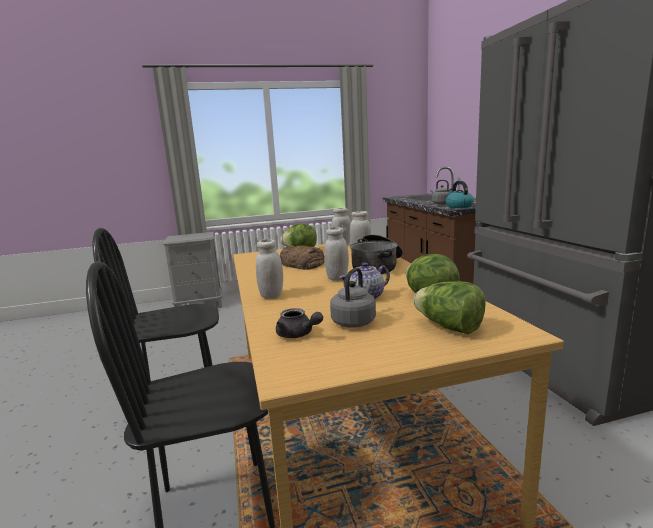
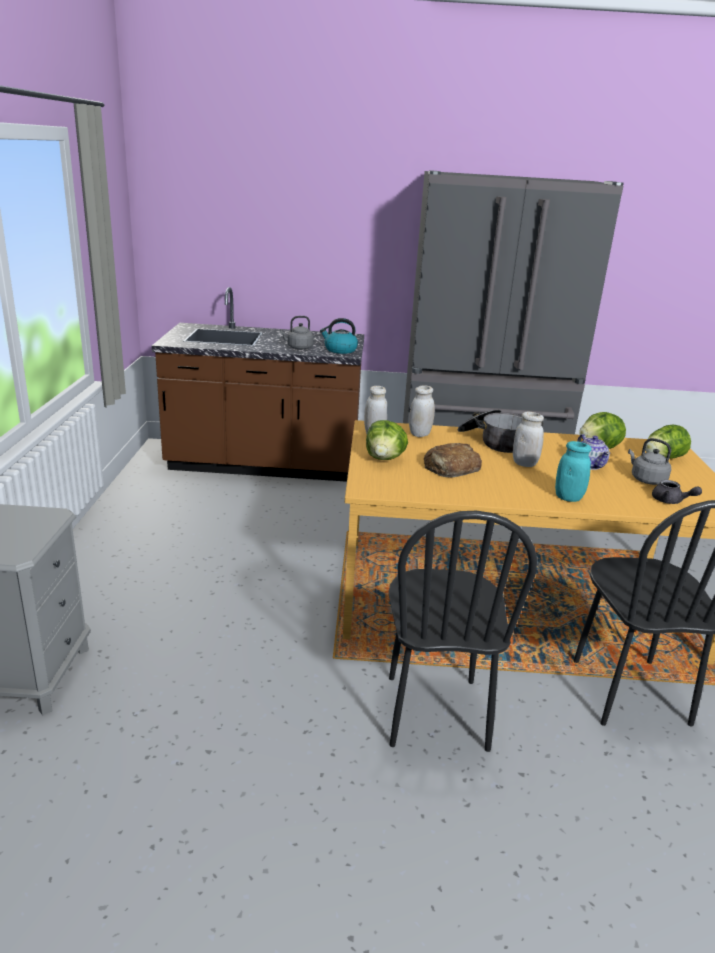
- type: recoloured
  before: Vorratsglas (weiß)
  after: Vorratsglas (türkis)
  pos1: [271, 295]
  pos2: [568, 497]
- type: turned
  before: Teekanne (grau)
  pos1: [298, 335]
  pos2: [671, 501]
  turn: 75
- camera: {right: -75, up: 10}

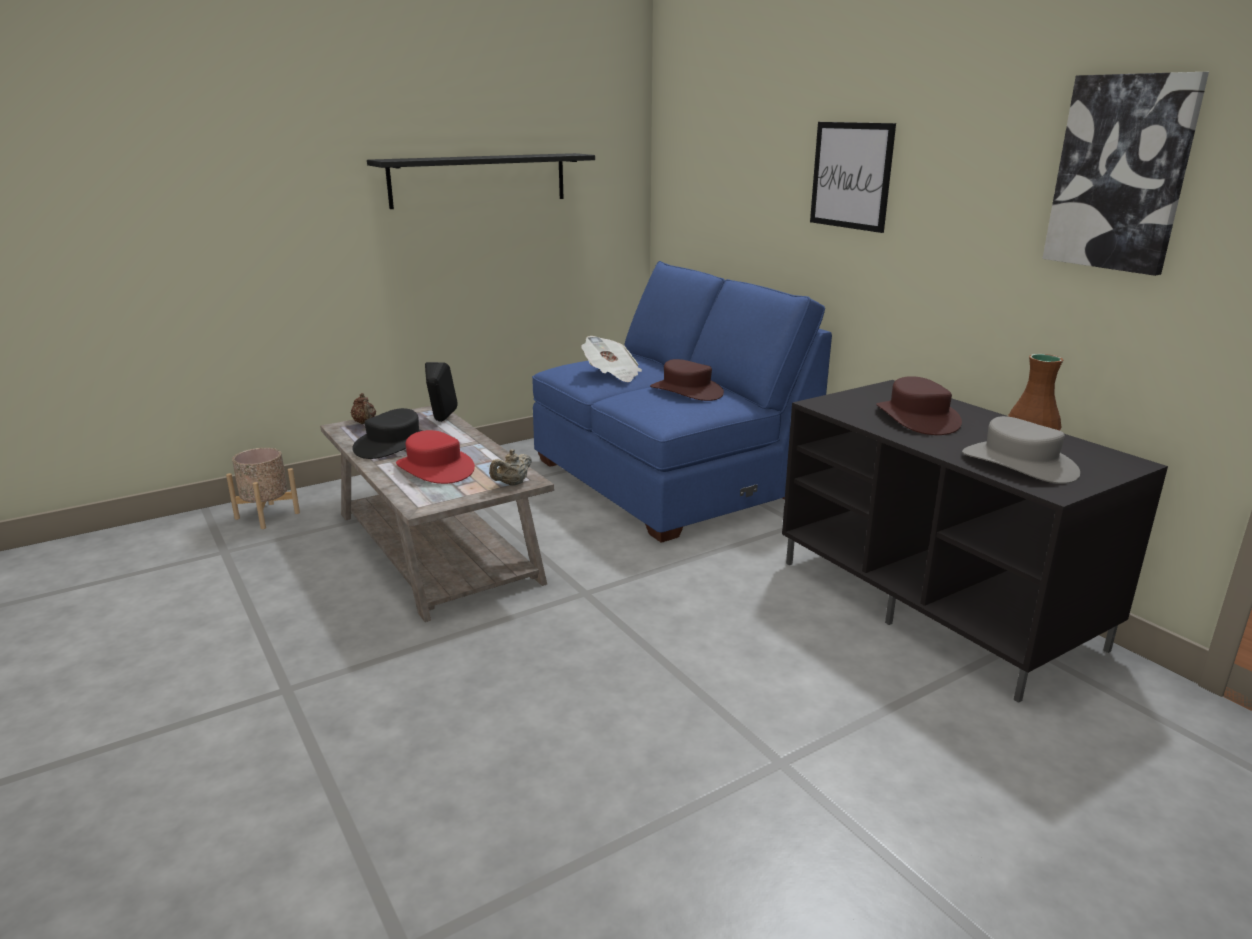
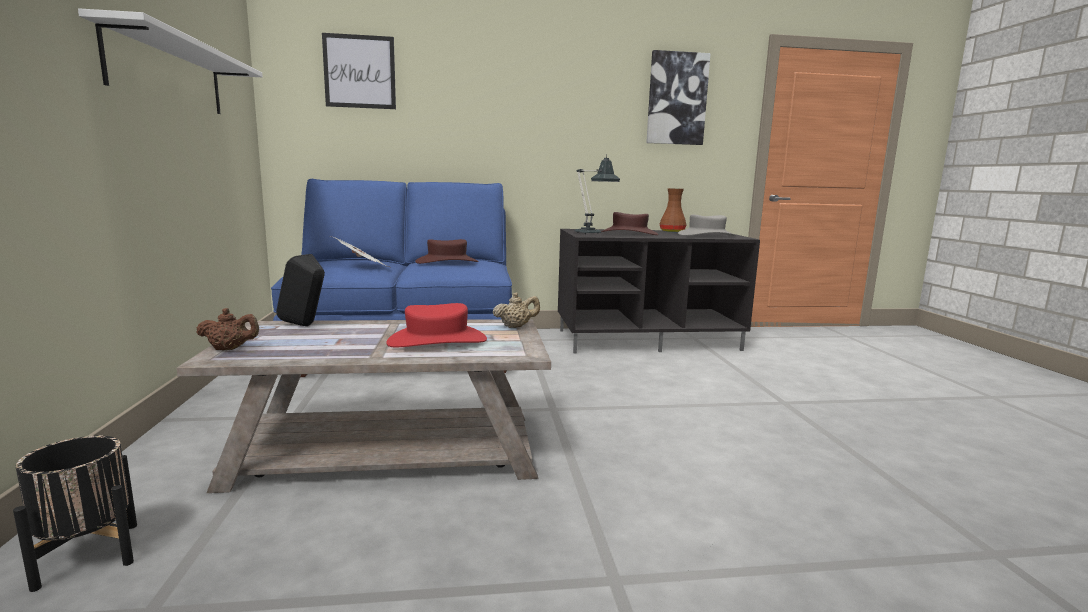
- type: recoloured
  before: Pflanzkübel (beige)
  after: Pflanzkübel (schwarz)
  pos1: [267, 515]
  pos2: [87, 555]
- type: recoloured
  before: Wandregal (schwarz)
  after: Wandregal (weiß)
  pos1: [479, 180]
  pos2: [168, 74]
- type: moved
  before: Bild
  pos1: [851, 176]
  pos2: [359, 72]
- type: turned
  before: Teekanne (beige)
  pos1: [512, 484]
  pos2: [516, 326]
  turn: -90
- type: added
  after: Tischlampe
  pos2: [591, 233]
- type: removed
  before: Hut (schwarz)
  pos1: [394, 444]
- camera: {right: -65, up: -10}

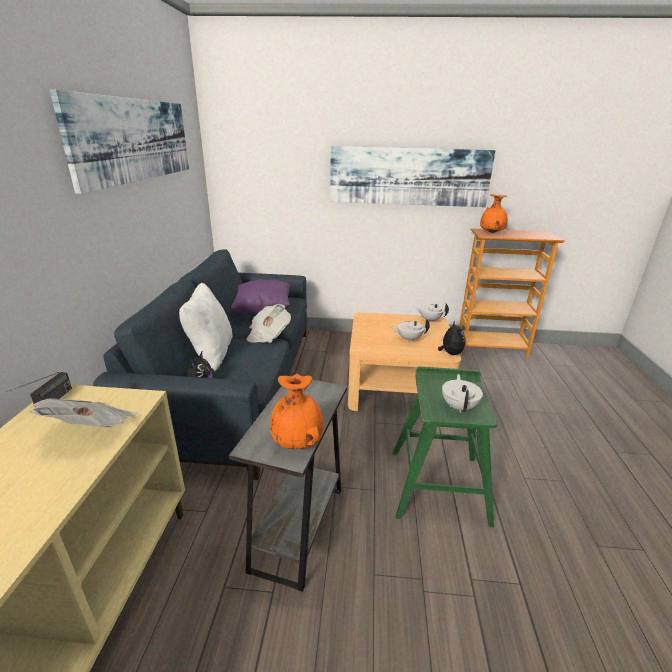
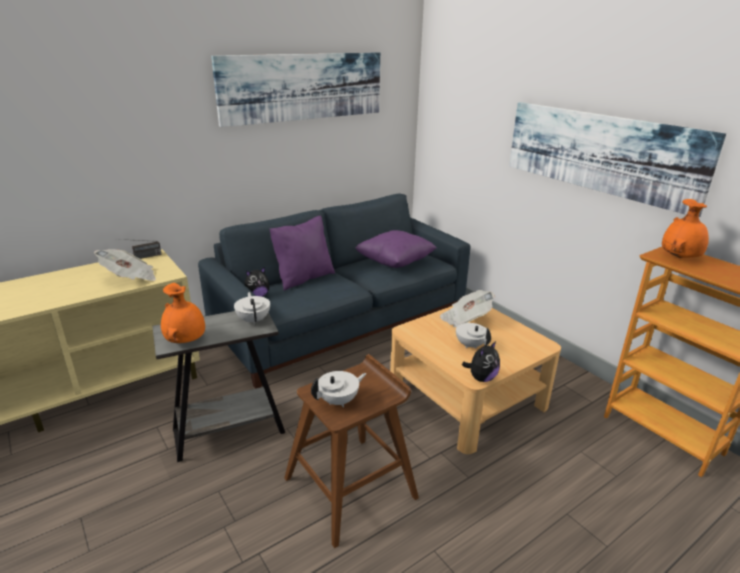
- type: moved
  before: Teekanne (weiß)
  pos1: [429, 320]
  pos2: [254, 320]
- type: recoloured
  before: Kissen (weiß)
  after: Kissen (lila)
  pos1: [211, 353]
  pos2: [303, 278]
- type: recoloured
  before: Hocker (grün)
  after: Hocker (braun)
  pos1: [438, 485]
  pos2: [351, 487]
- type: moved
  before: Zeitung
  pos1: [268, 335]
  pos2: [465, 320]
- camera: {right: 50, up: 0}

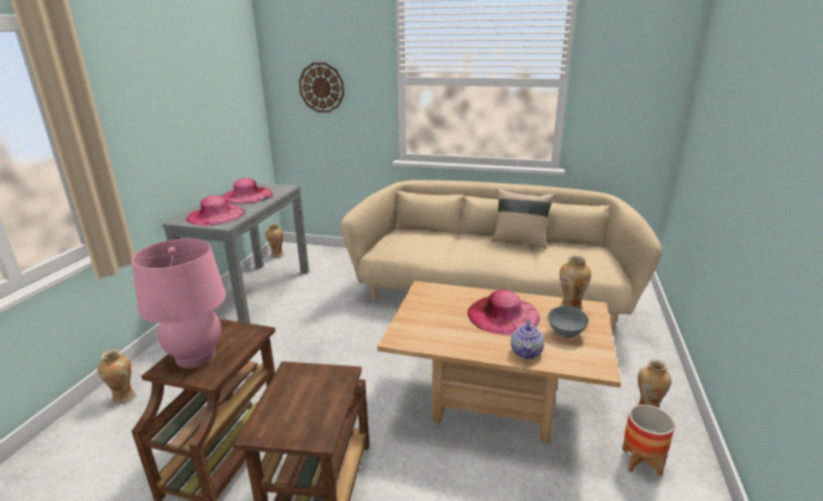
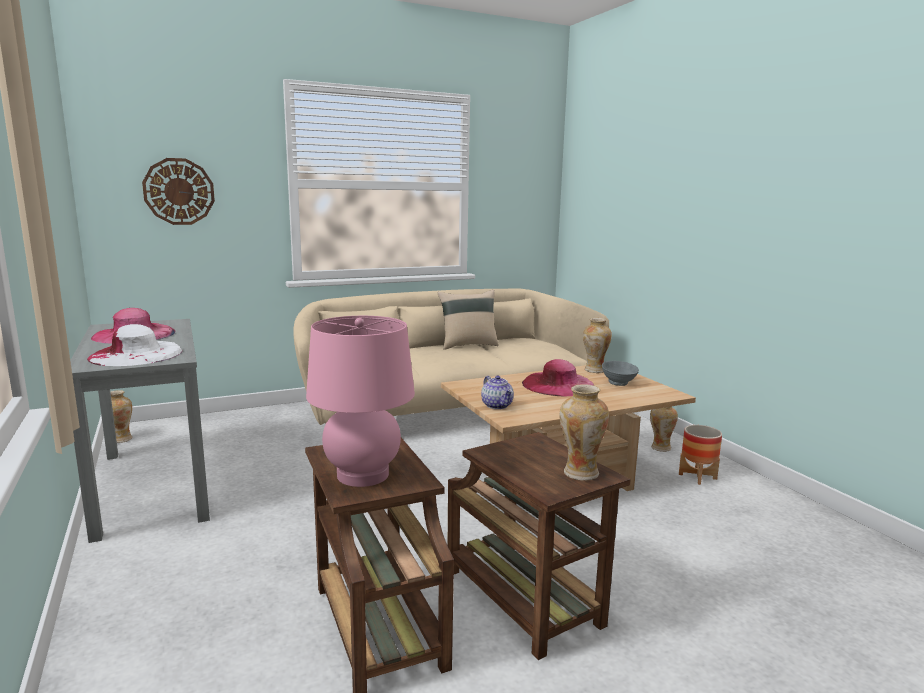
- type: recoloured
  before: Hut (rosa)
  after: Hut (weiß)
  pos1: [216, 215]
  pos2: [136, 354]
- type: moved
  before: Teekanne
  pos1: [526, 352]
  pos2: [497, 405]
- type: moved
  before: Vase
  pos1: [124, 397]
  pos2: [579, 473]
- camera: {right: -40, up: -10}

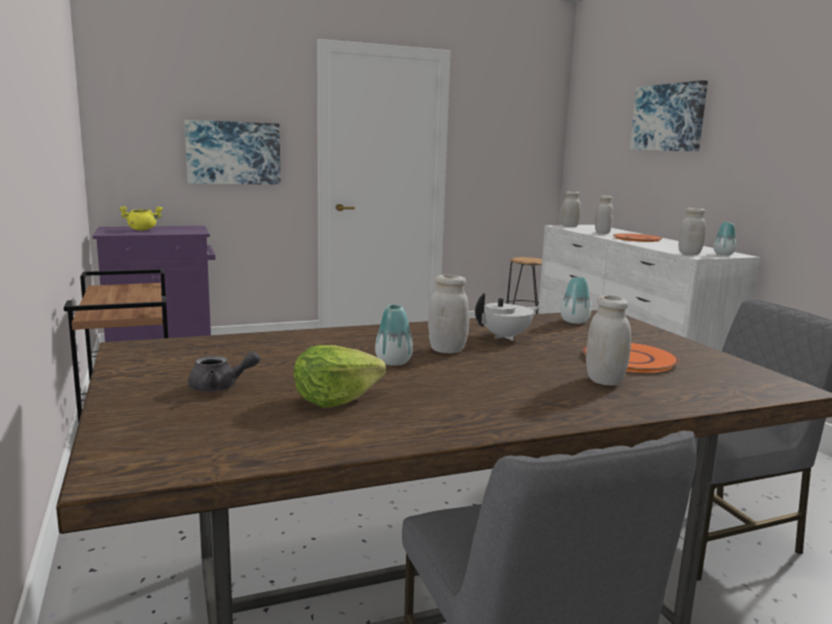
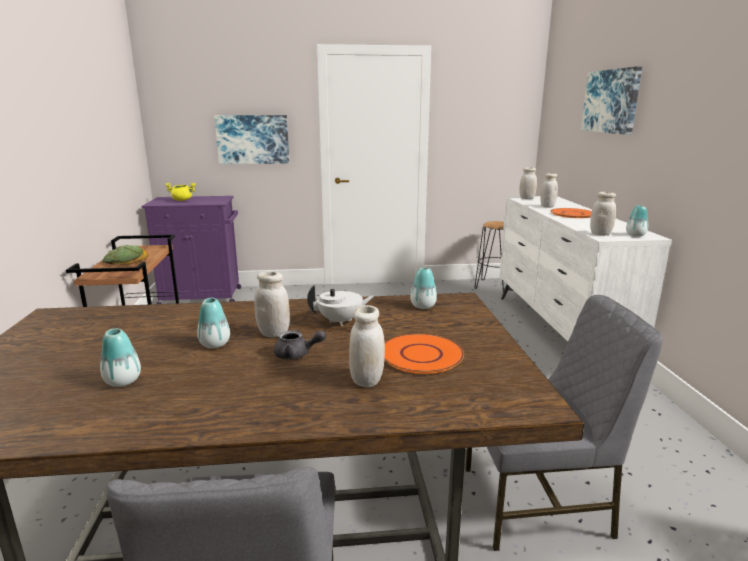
- type: replaced
  before: Salatkopf
  after: Vase
  pos1: [335, 398]
  pos2: [123, 381]
- type: added
  after: Brot
  pos2: [125, 260]
- type: moved
  before: Teekanne (grau)
  pos1: [220, 387]
  pos2: [297, 355]
- camera: {right: 15, up: 5}

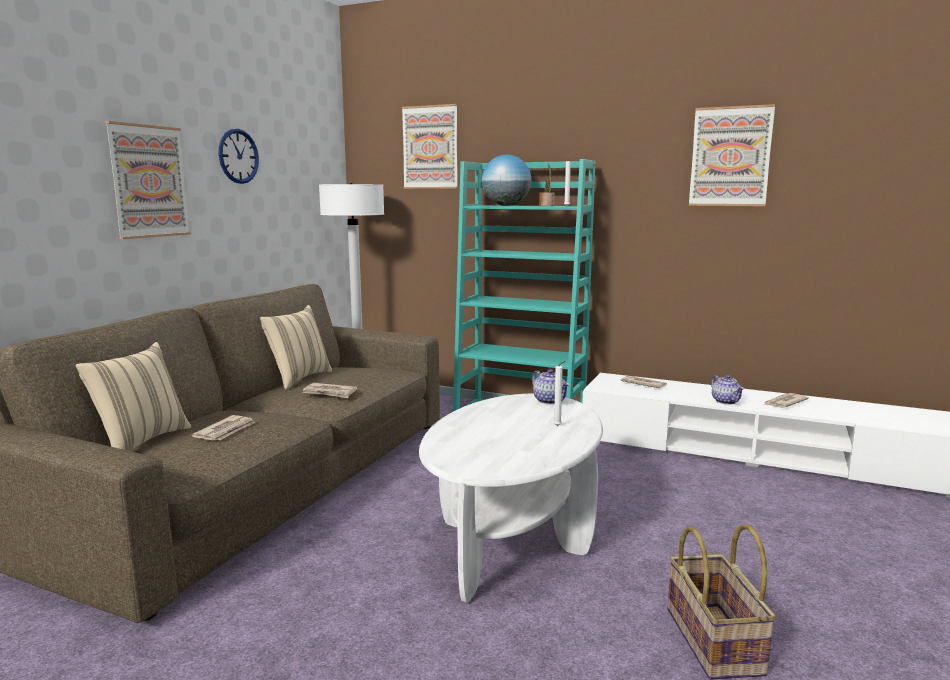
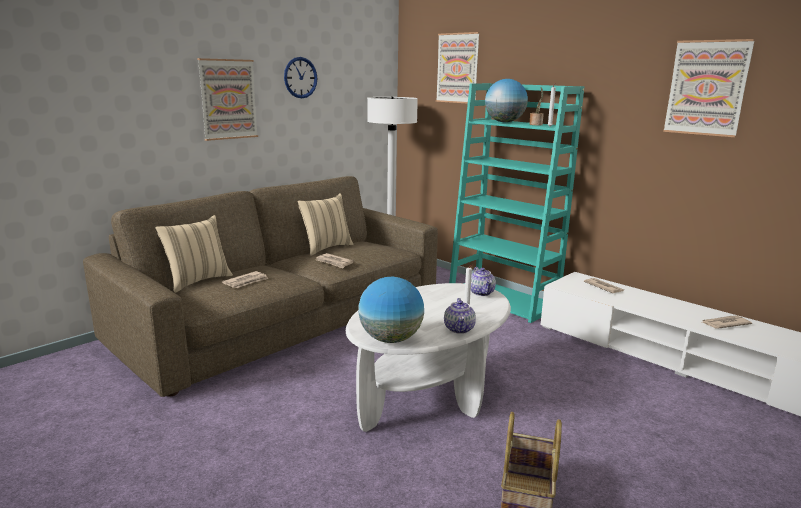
- type: added
  after: Globus
  pos2: [390, 339]
- type: moved
  before: Teekanne
  pos1: [726, 401]
  pos2: [459, 329]
- camera: {right: 20, up: 5}

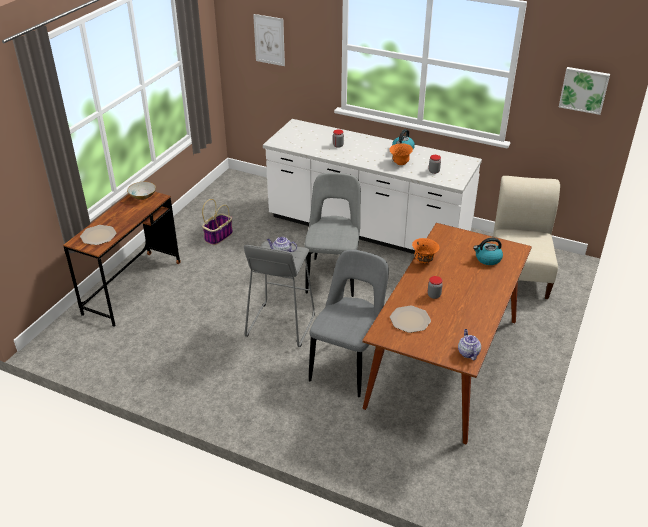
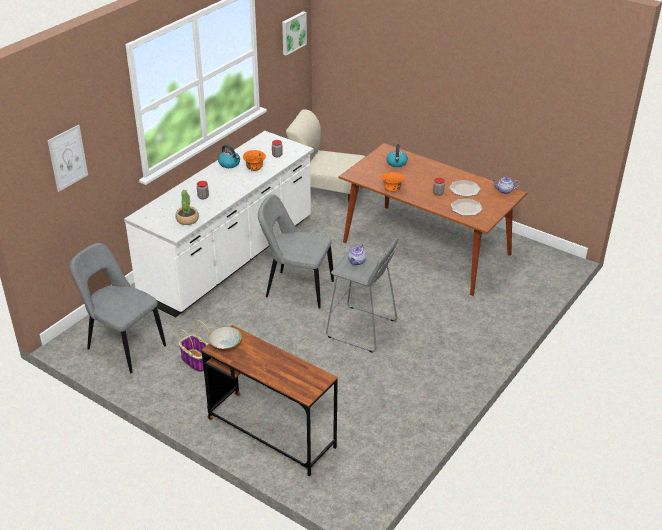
- type: moved
  before: Stuhl (grau)
  pos1: [349, 364]
  pos2: [123, 346]
- type: added
  after: Topfpflanze
  pos2: [187, 220]
- type: moved
  before: Teller
  pos1: [98, 236]
  pos2: [465, 189]
- camera: {right: -80, up: 0}

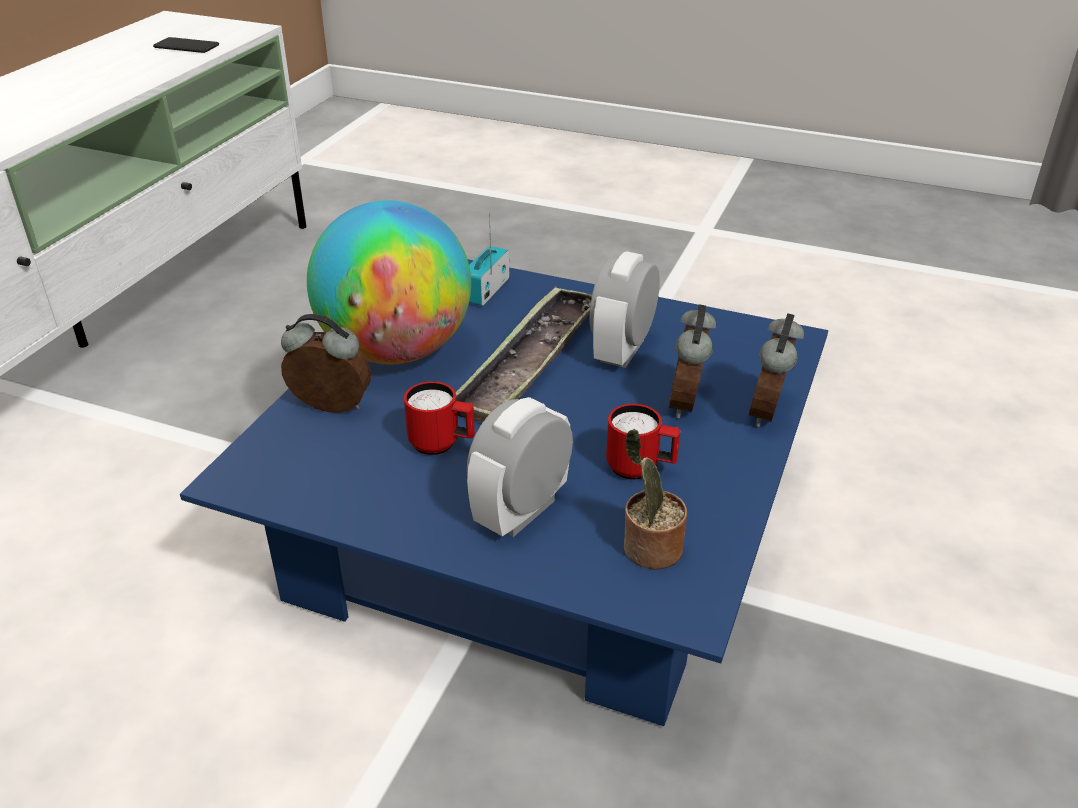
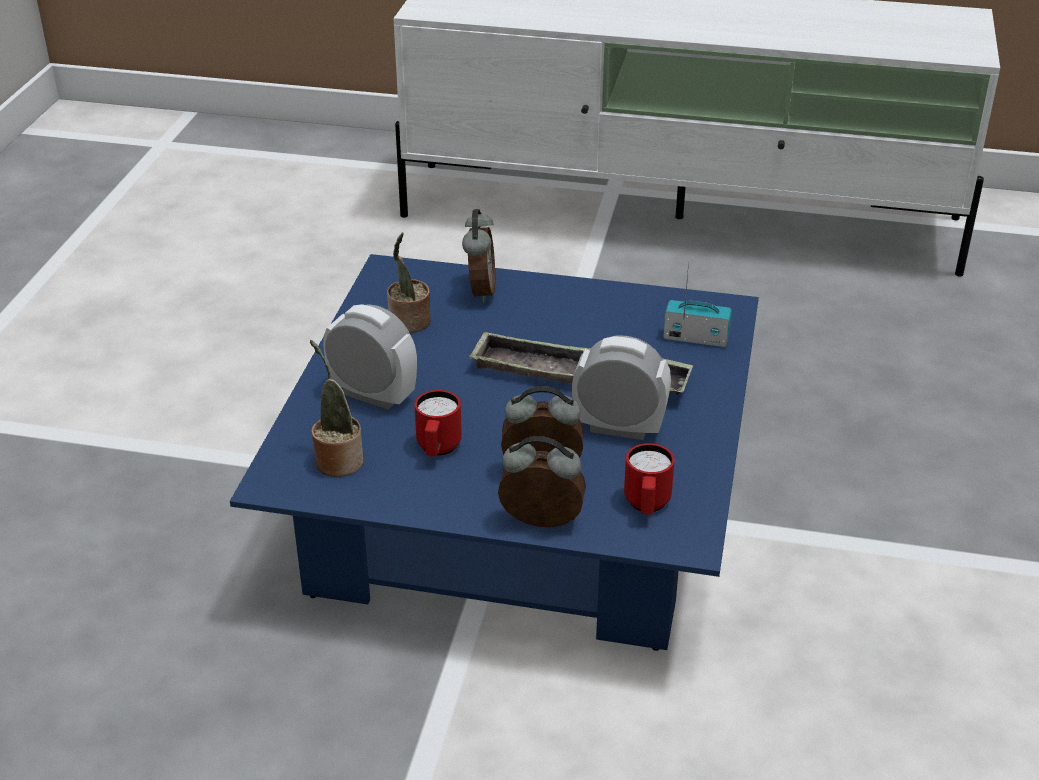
- type: added
  after: Topfpflanze
  pos2: [409, 323]
- type: moved
  before: Henkelbecher (rot)
  pos1: [442, 444]
  pos2: [647, 506]
- type: removed
  before: Handy
  pos1: [186, 46]
- type: removed
  before: Globus
  pos1: [396, 351]
- camera: {right: 80, up: 0}

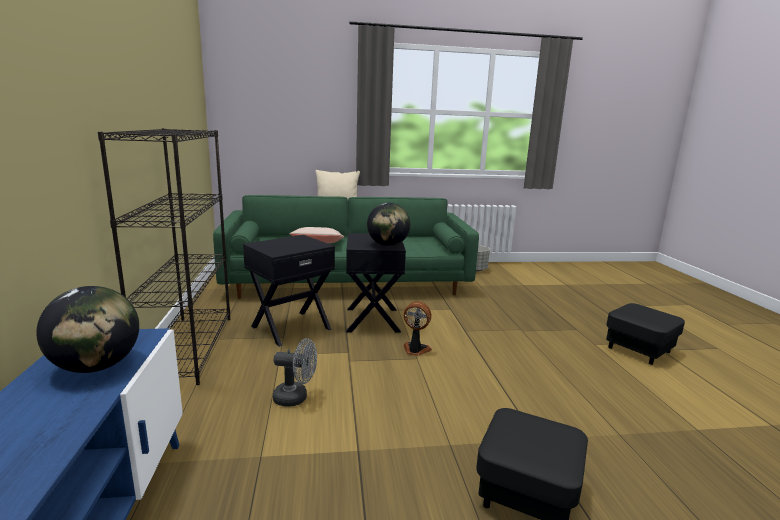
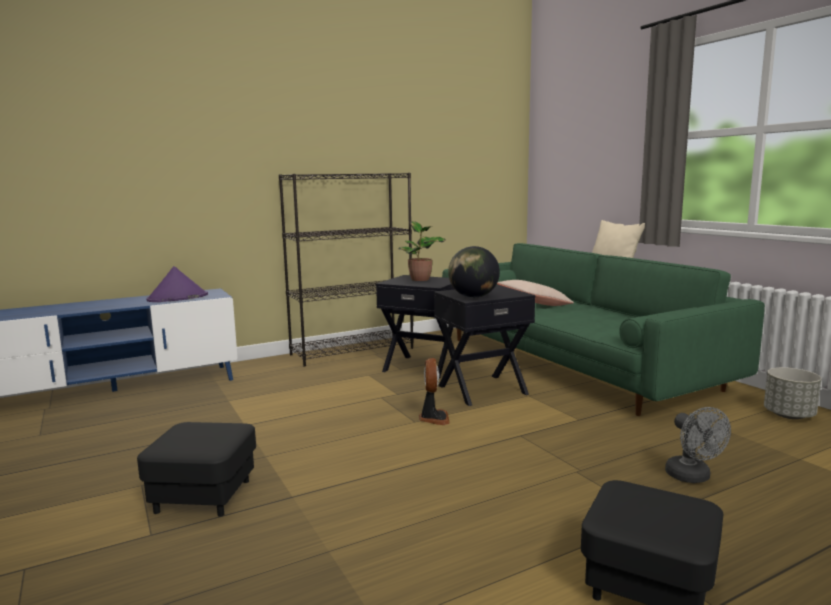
- type: replaced
  before: Globus
  after: Hut (lila)
  pos1: [96, 366]
  pos2: [177, 298]
- type: added
  after: Topfpflanze
  pos2: [421, 279]
- type: moved
  before: Ventilator (grau)
  pos1: [296, 398]
  pos2: [692, 477]
- camera: {right: 70, up: -5}

